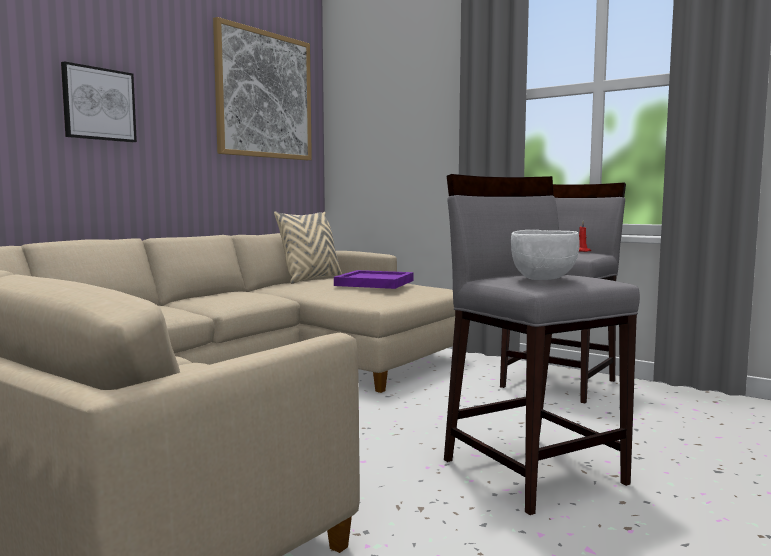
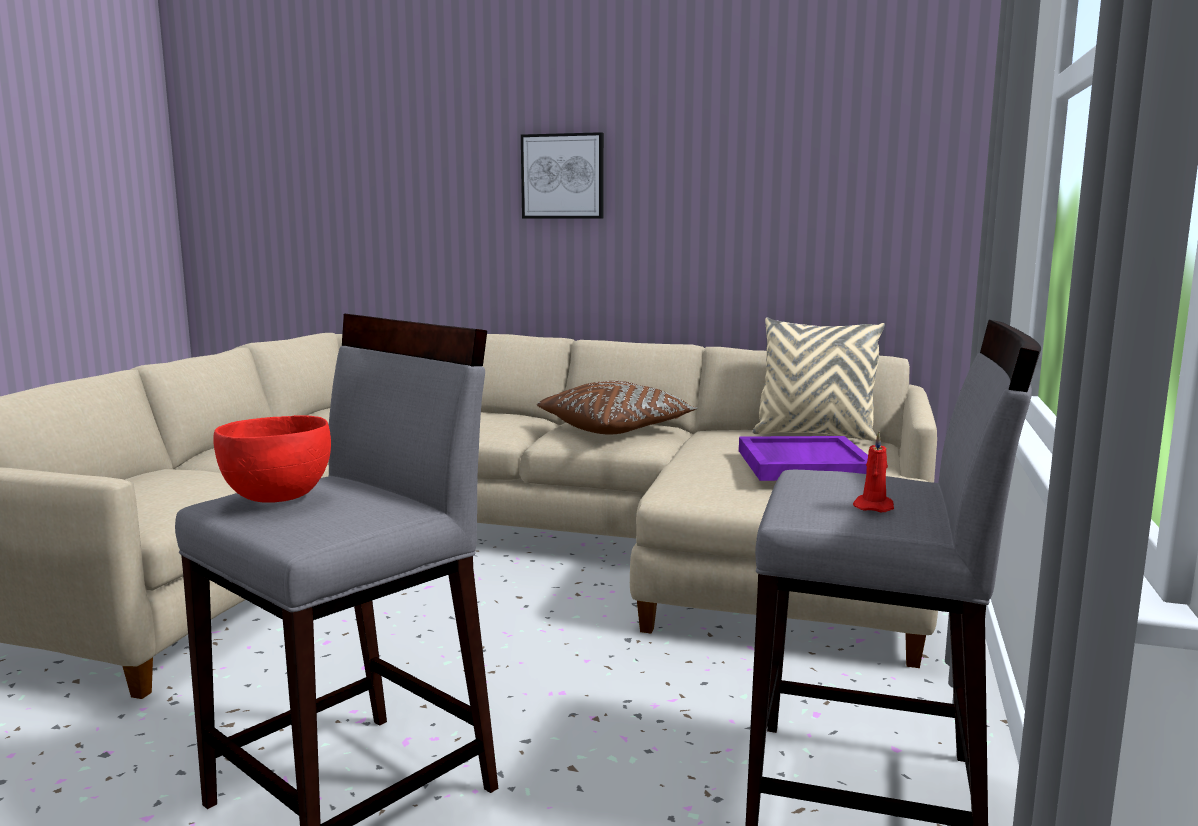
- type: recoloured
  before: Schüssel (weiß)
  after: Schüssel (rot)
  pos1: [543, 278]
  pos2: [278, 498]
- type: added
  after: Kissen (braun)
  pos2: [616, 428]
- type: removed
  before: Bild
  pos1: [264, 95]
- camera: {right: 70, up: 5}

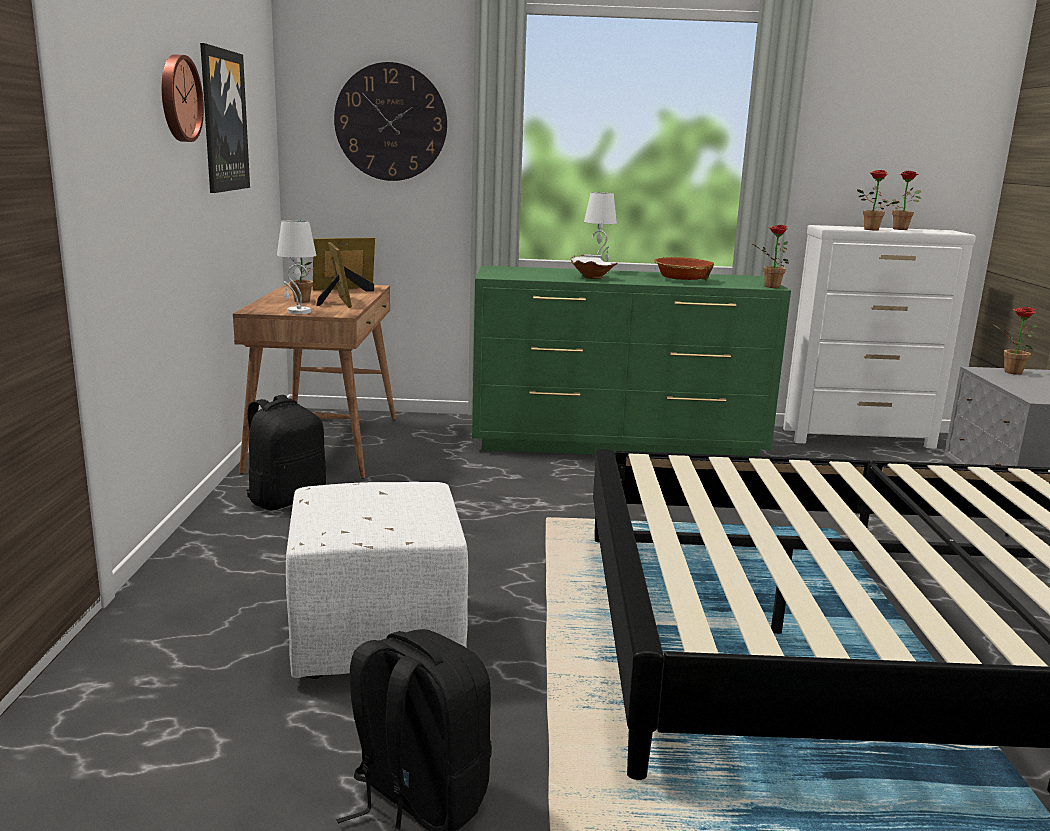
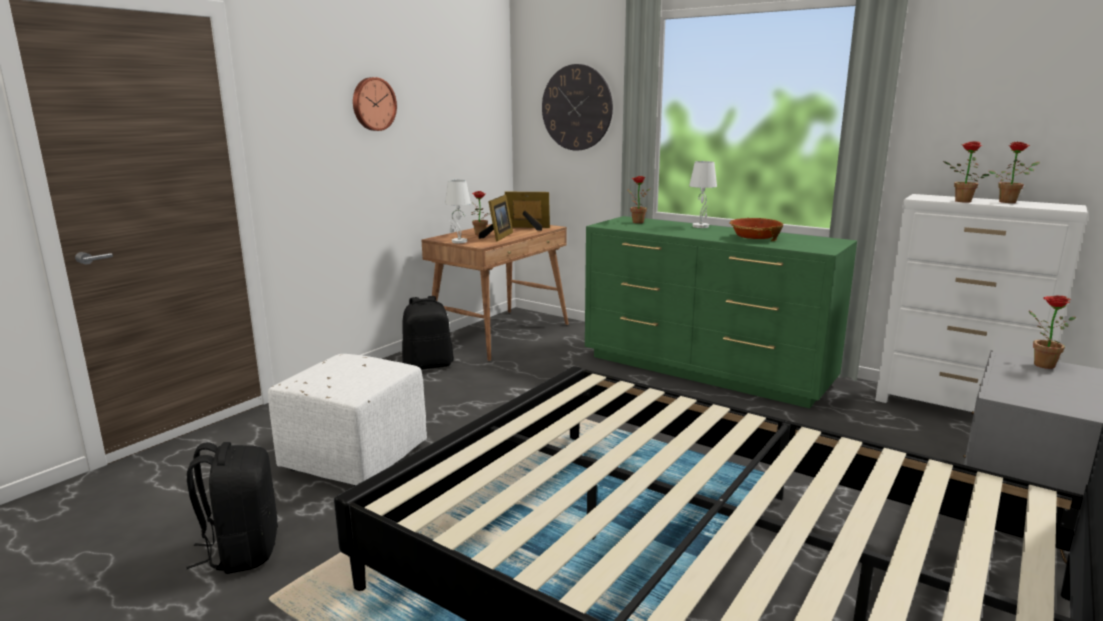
- type: moved
  before: Topfpflanze
  pos1: [768, 286]
  pos2: [635, 222]
- type: removed
  before: Bild
  pos1: [223, 121]
- type: removed
  before: Schüssel (weiß)
  pos1: [590, 278]
- camera: {right: 35, up: 0}

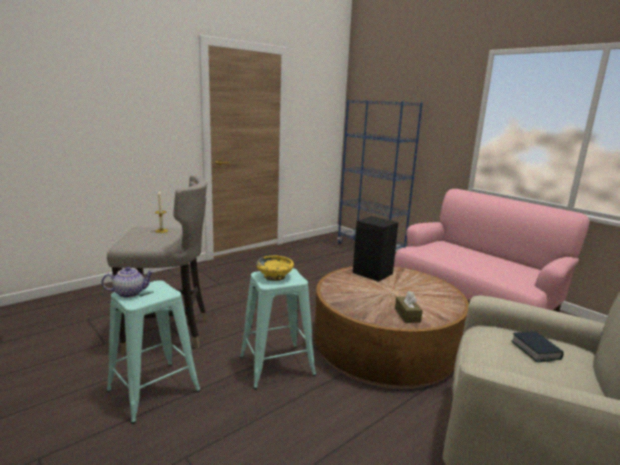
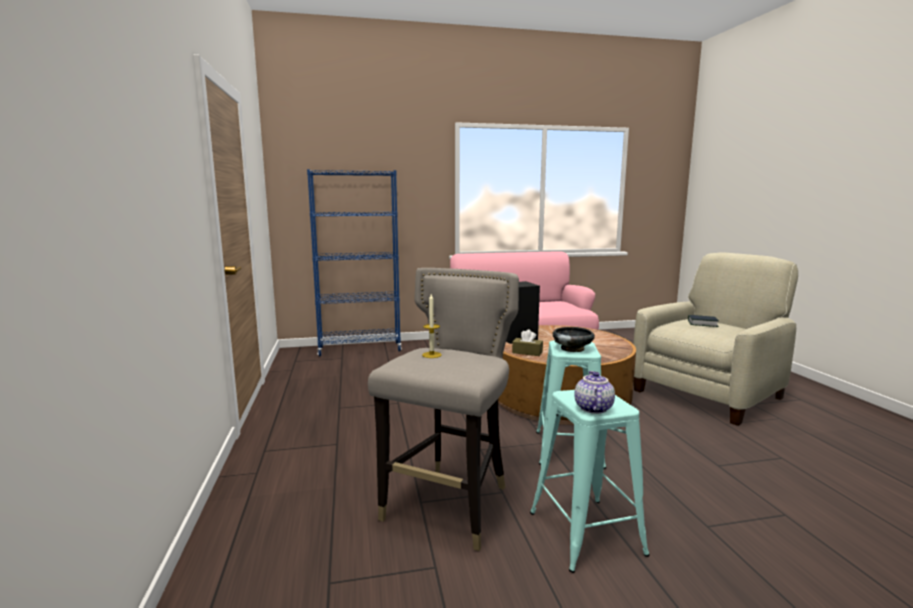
- type: moved
  before: Taschentuchbox (braun)
  pos1: [407, 315]
  pos2: [527, 352]
- type: recoloured
  before: Schüssel (gelb)
  after: Schüssel (schwarz)
  pos1: [274, 277]
  pos2: [573, 349]
- camera: {right: -60, up: -5}

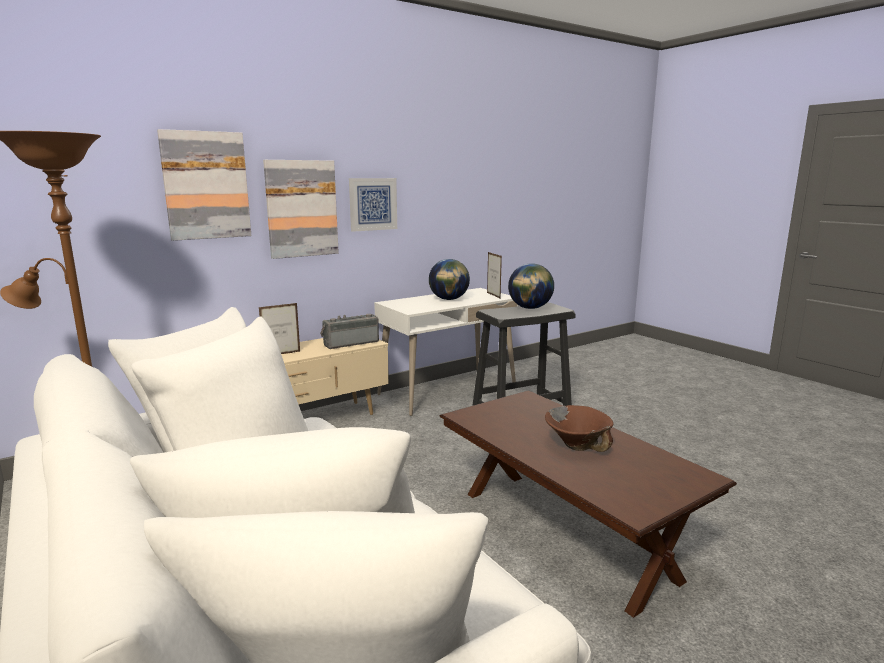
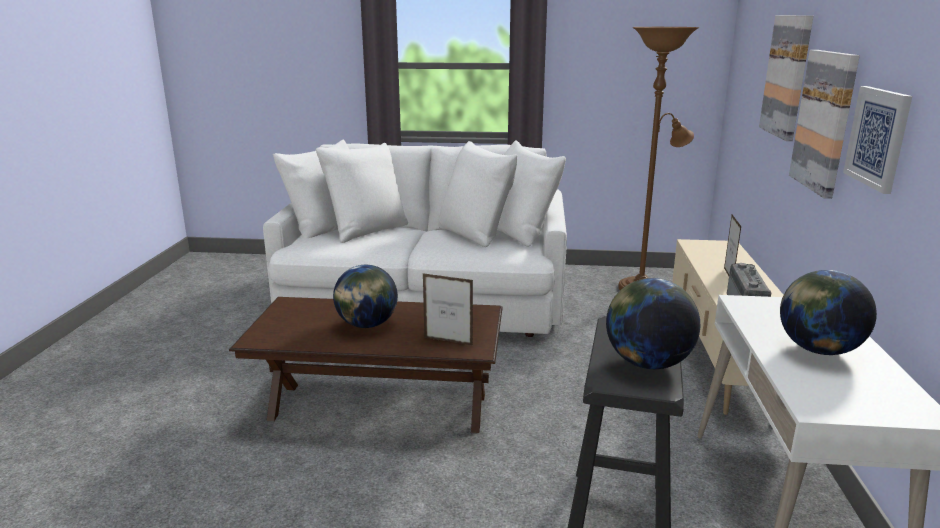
- type: replaced
  before: Schüssel (braun)
  after: Globus
  pos1: [577, 445]
  pos2: [367, 325]
- type: moved
  before: Bilderrahmen
  pos1: [493, 295]
  pos2: [448, 341]
- camera: {right: 130, up: 5}

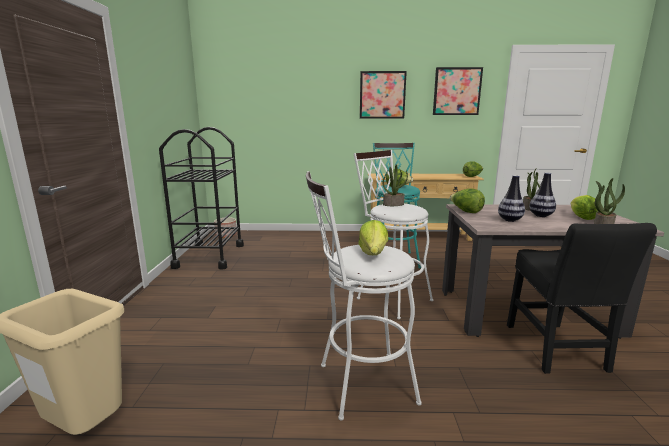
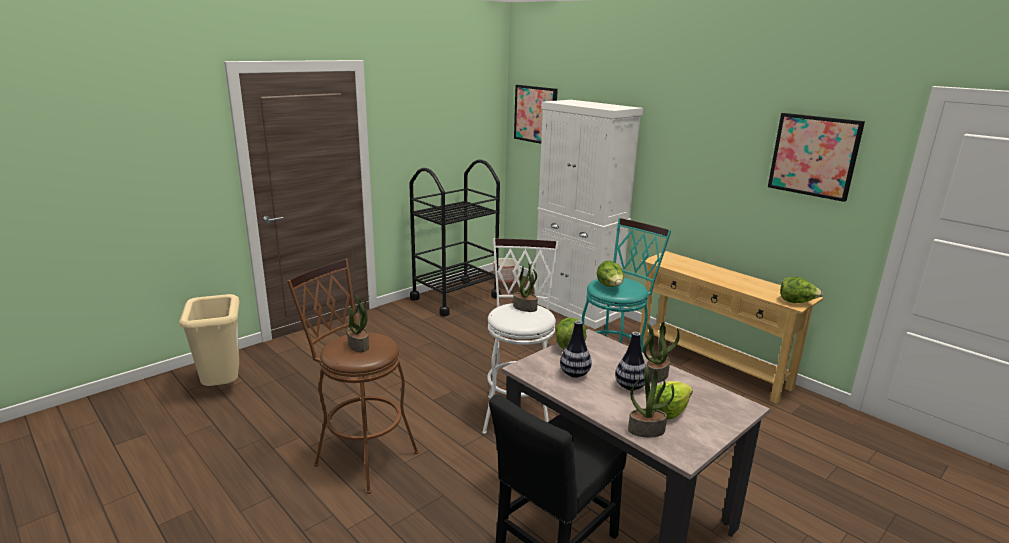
- type: recoloured
  before: Hocker (weiß)
  after: Hocker (braun)
  pos1: [358, 384]
  pos2: [361, 455]
- type: replaced
  before: Salatkopf
  after: Topfpflanze
  pos1: [373, 253]
  pos2: [359, 345]
- type: moved
  before: Bild
  pos1: [382, 95]
  pos2: [536, 114]
- type: added
  after: Schrank (weiß)
  pos2: [576, 309]
- camera: {right: 45, up: 5}

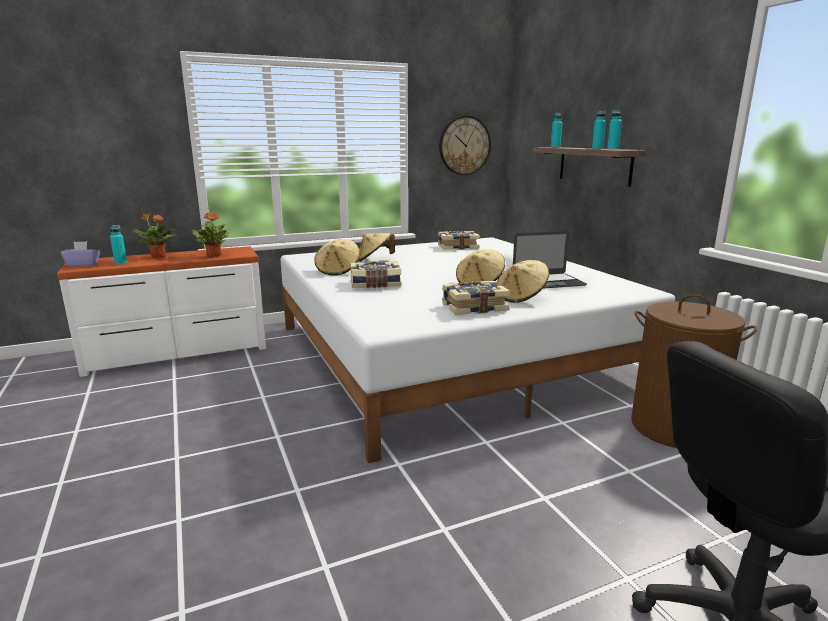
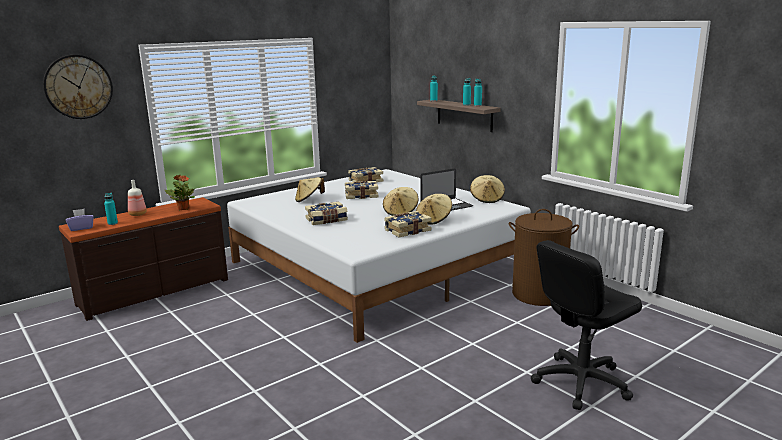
- type: moved
  before: Wanduhr
  pos1: [464, 145]
  pos2: [78, 87]
- type: recoloured
  before: Kommode (weiß)
  after: Kommode (braun)
  pos1: [178, 353]
  pos2: [155, 292]
- type: replaced
  before: Topfpflanze
  after: Flasche
  pos1: [159, 257]
  pos2: [137, 214]
- type: added
  after: Buch
  pos2: [361, 195]
- type: moved
  before: Hut (beige)
  pos1: [338, 271]
  pos2: [487, 199]
- camera: {right: -15, up: 0}

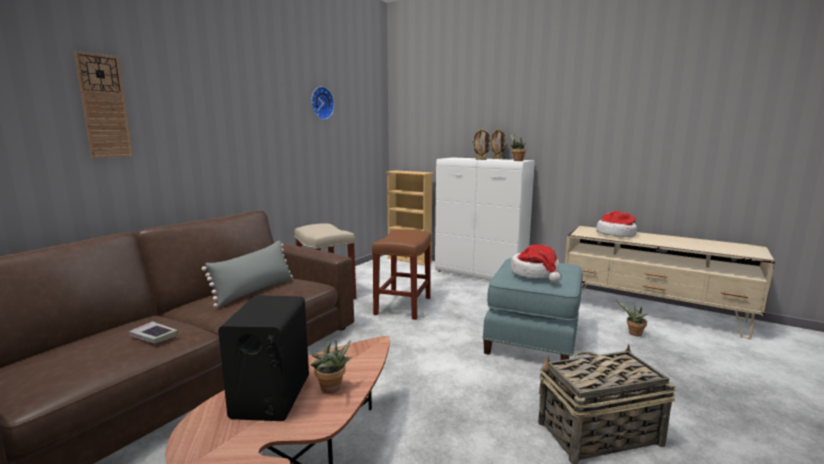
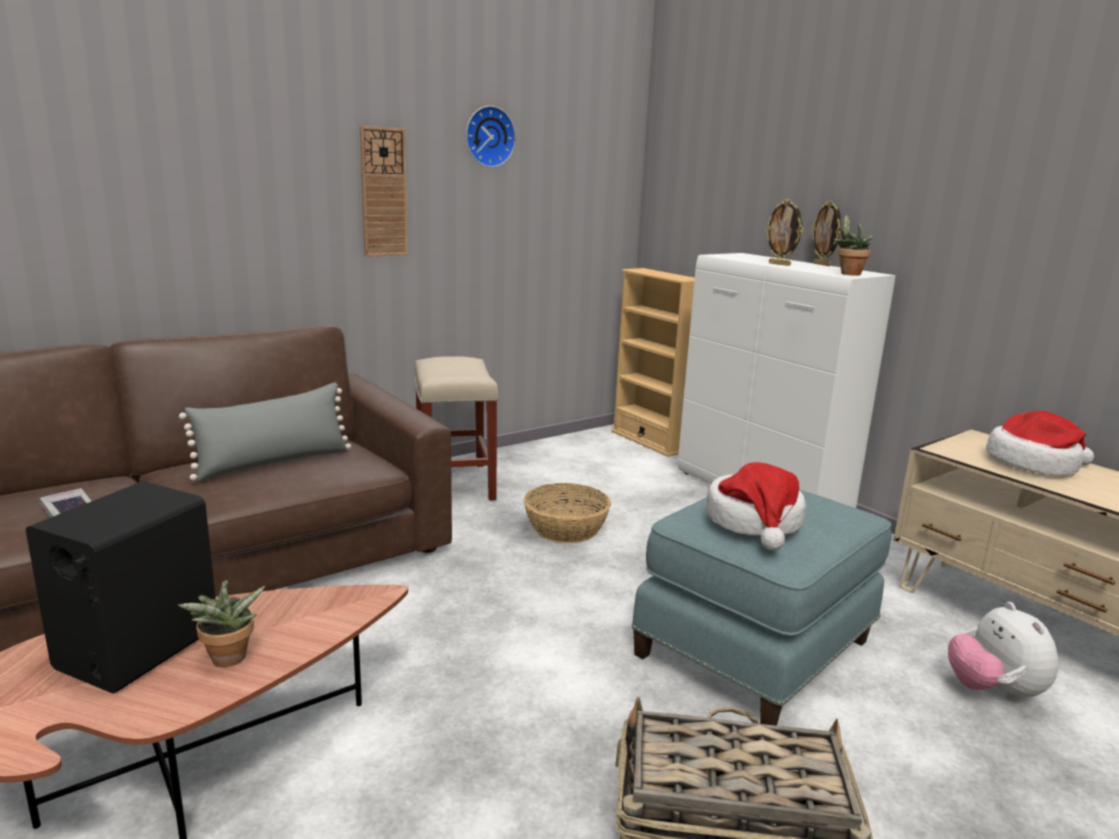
- type: moved
  before: Wanduhr
  pos1: [104, 106]
  pos2: [383, 192]
- type: replaced
  before: Hocker (braun)
  after: Korb
  pos1: [403, 305]
  pos2: [565, 528]
- type: replaced
  before: Topfpflanze
  after: Plüschtier
  pos1: [633, 334]
  pos2: [993, 691]
- camera: {right: 20, up: 5}

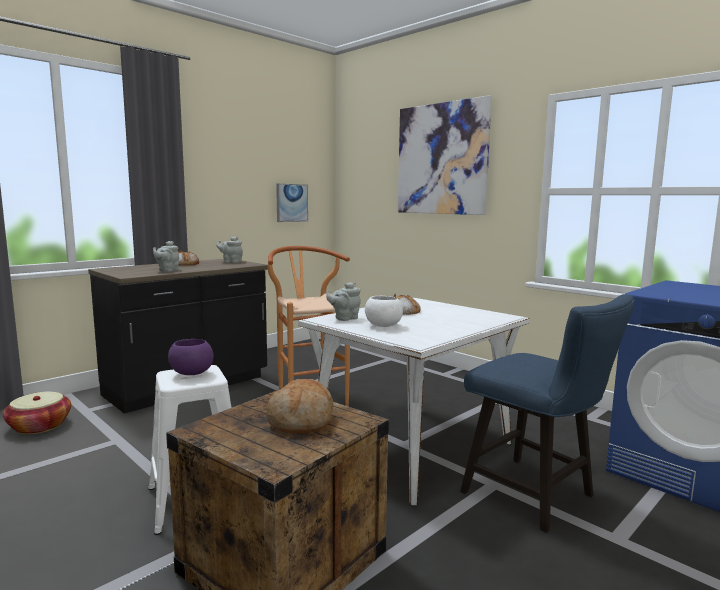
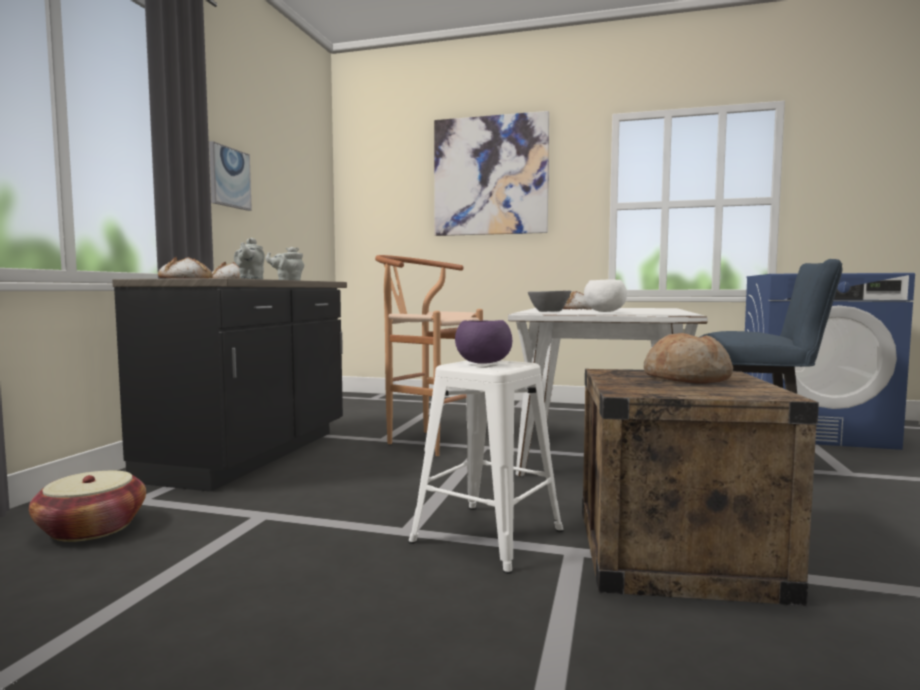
- type: added
  after: Brot
  pos2: [185, 278]
- type: moved
  before: Bild
  pos1: [291, 203]
  pos2: [229, 177]
- type: replaced
  before: Teekanne (grau)
  after: Schüssel (grau)
  pos1: [344, 318]
  pos2: [549, 311]
- camera: {right: -30, up: -5}

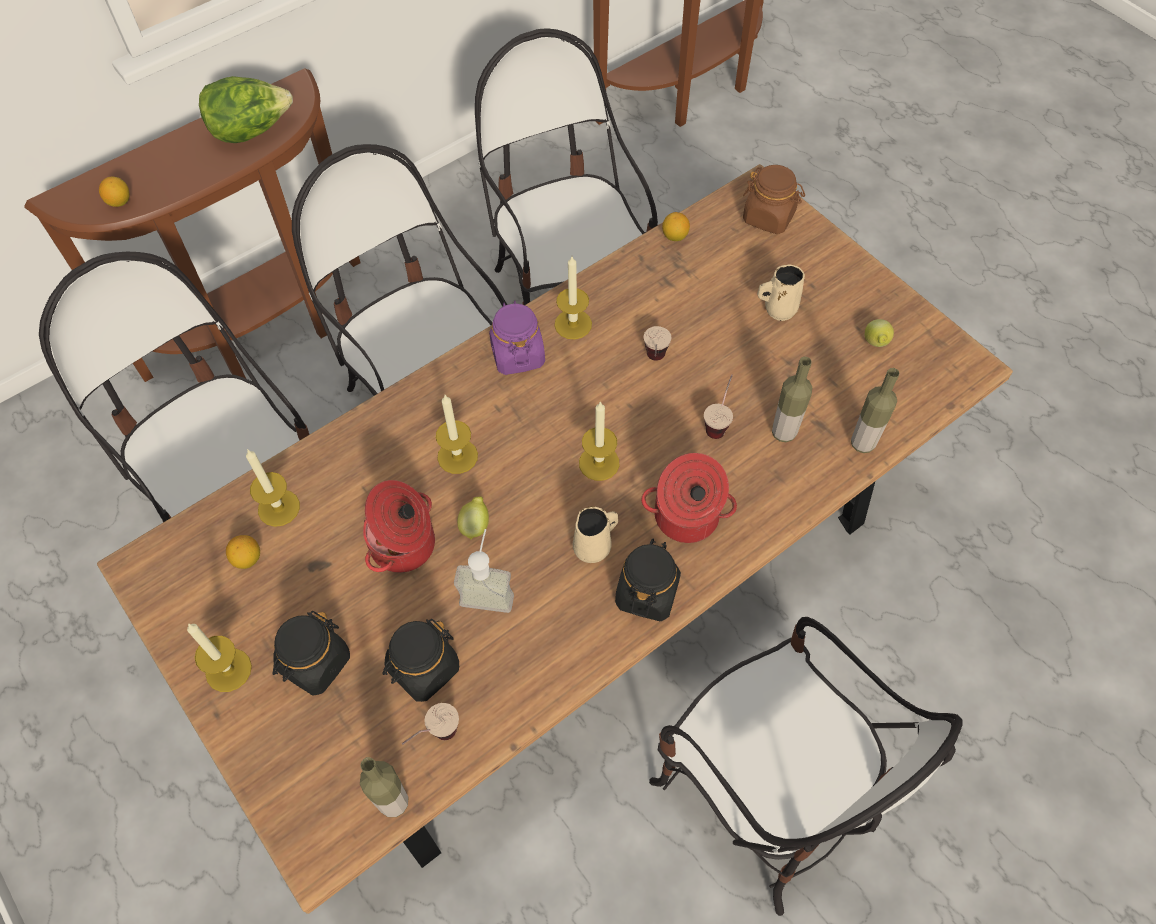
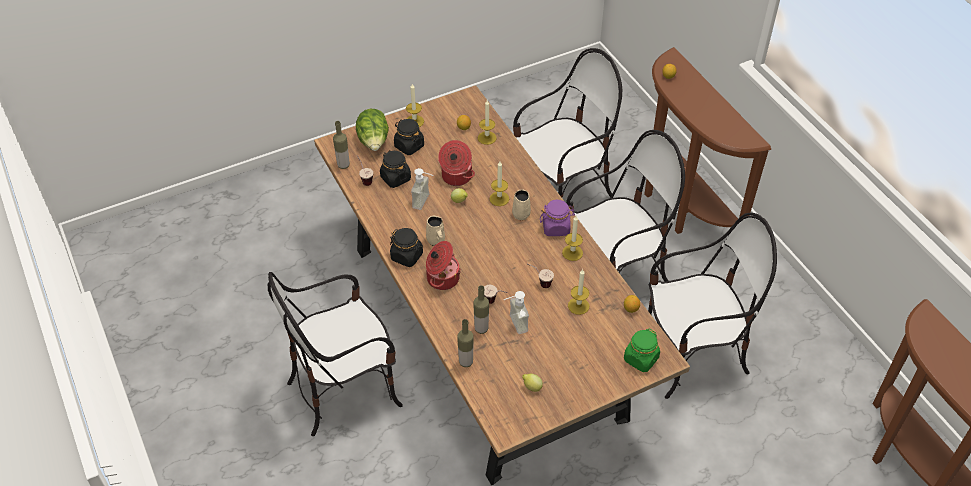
- type: moved
  before: Salatkopf
  pos1: [251, 131]
  pos2: [374, 142]
- type: added
  after: Seifenspender
  pos2: [513, 325]
- type: moved
  before: Henkelbecher (beige)
  pos1: [778, 309]
  pos2: [521, 213]
- type: moved
  before: Kerze
  pos1: [599, 463]
  pos2: [578, 306]
- type: recoloured
  before: Vorratsglas (braun)
  after: Vorratsglas (grün)
  pos1: [769, 217]
  pos2: [641, 359]
- camera: {right: 100, up: -10}

